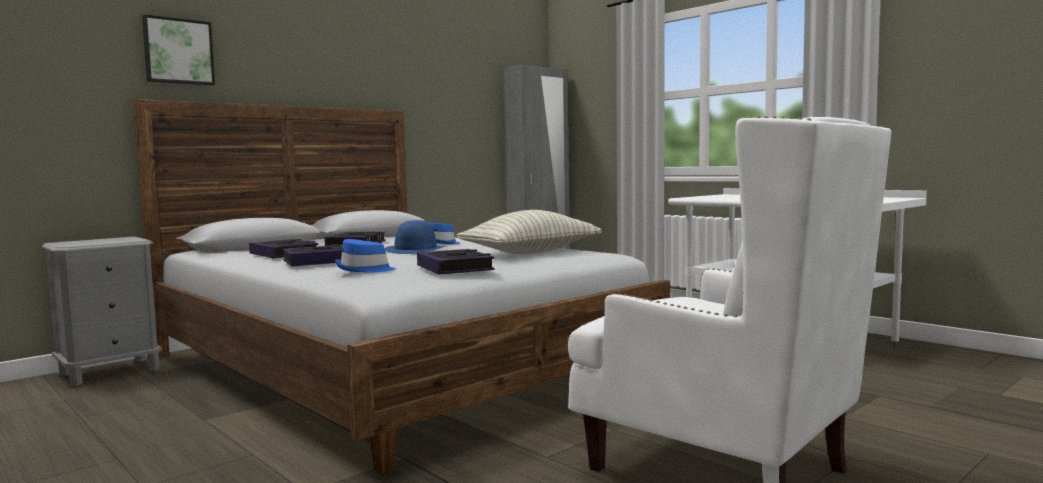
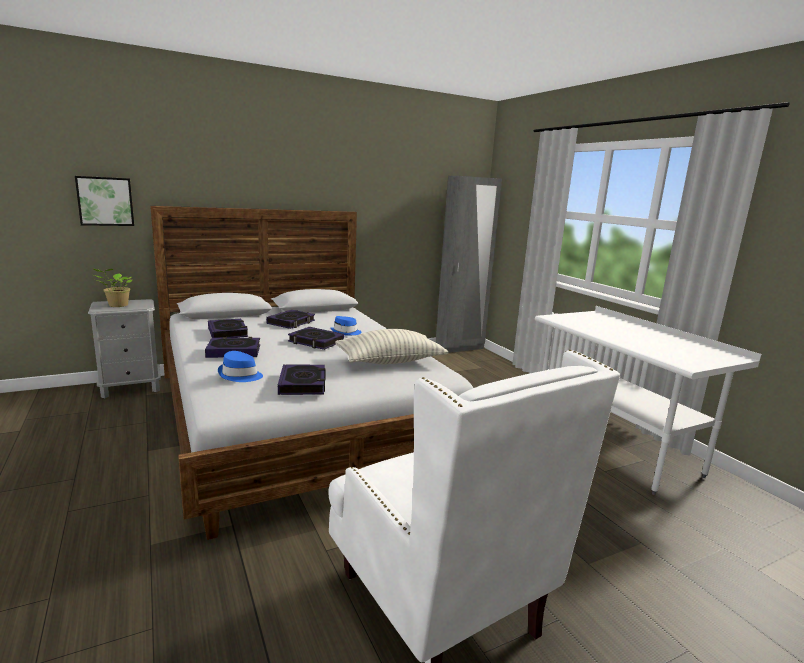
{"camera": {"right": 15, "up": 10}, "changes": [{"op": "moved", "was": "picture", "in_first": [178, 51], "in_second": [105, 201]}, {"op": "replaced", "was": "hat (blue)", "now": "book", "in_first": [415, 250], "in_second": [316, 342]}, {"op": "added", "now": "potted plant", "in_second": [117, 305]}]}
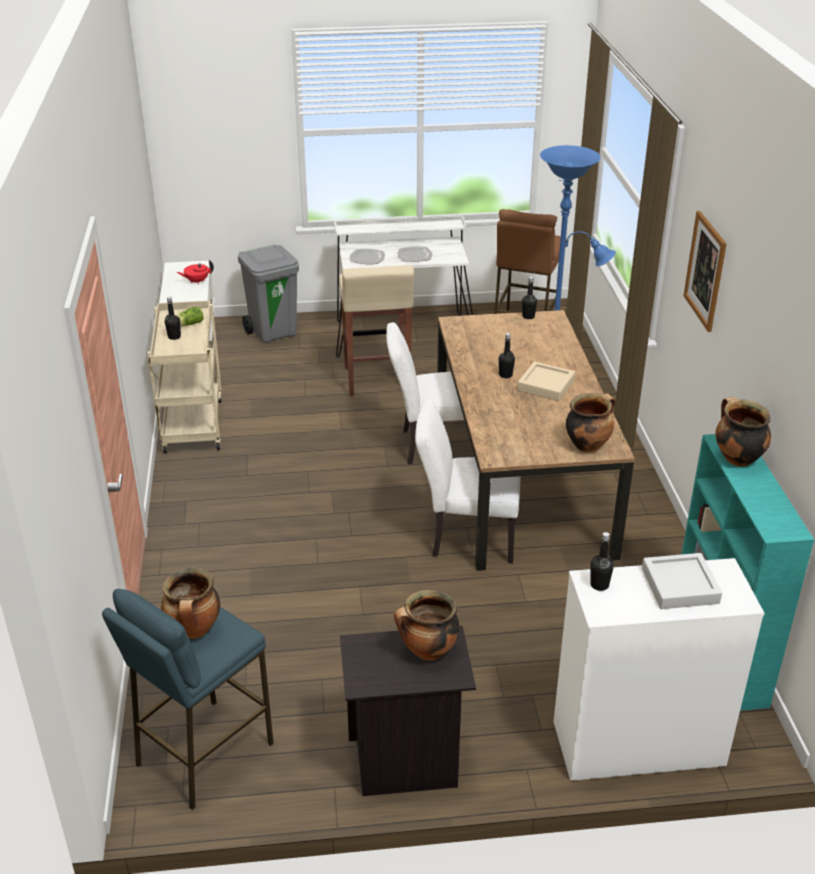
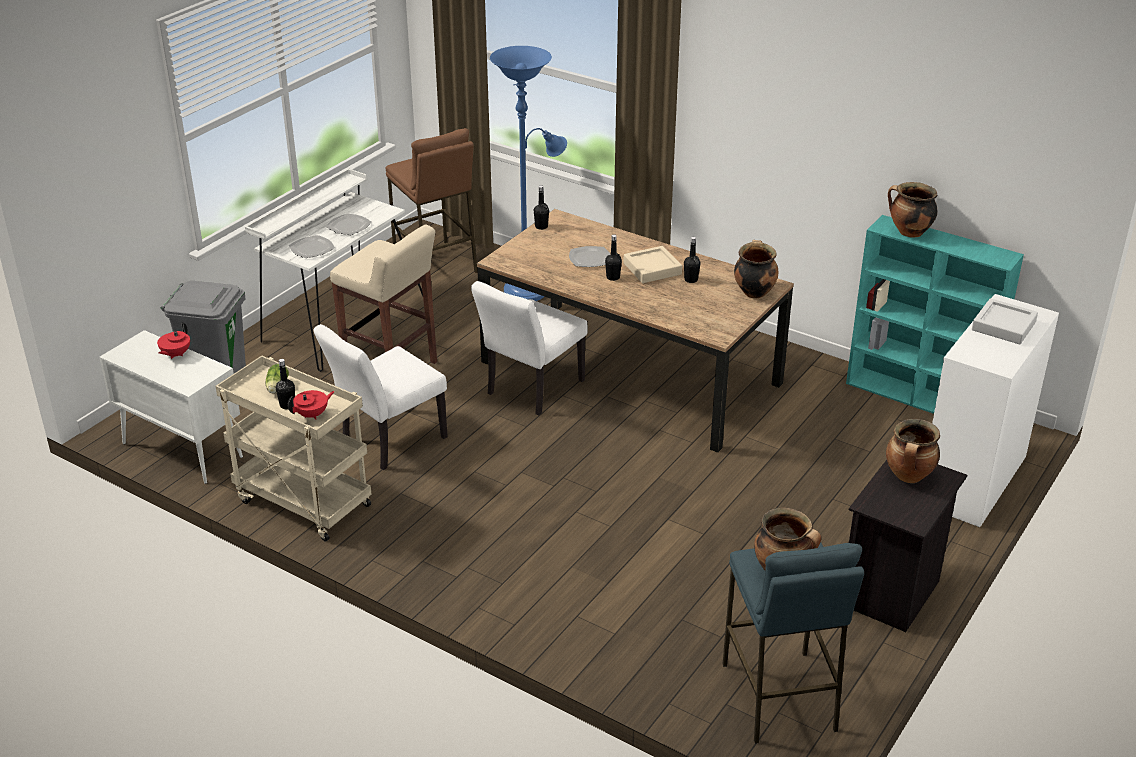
{"camera": {"right": -50, "up": 0}, "changes": [{"op": "moved", "was": "chair (white)", "in_first": [466, 537], "in_second": [387, 442]}, {"op": "moved", "was": "bottle (black)", "in_first": [599, 585], "in_second": [691, 280]}, {"op": "removed", "was": "picture", "in_first": [705, 270]}, {"op": "added", "now": "teapot (red)", "in_second": [312, 415]}, {"op": "added", "now": "plate", "in_second": [589, 258]}]}
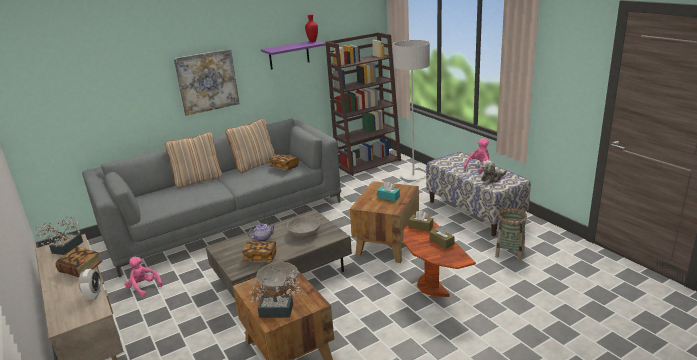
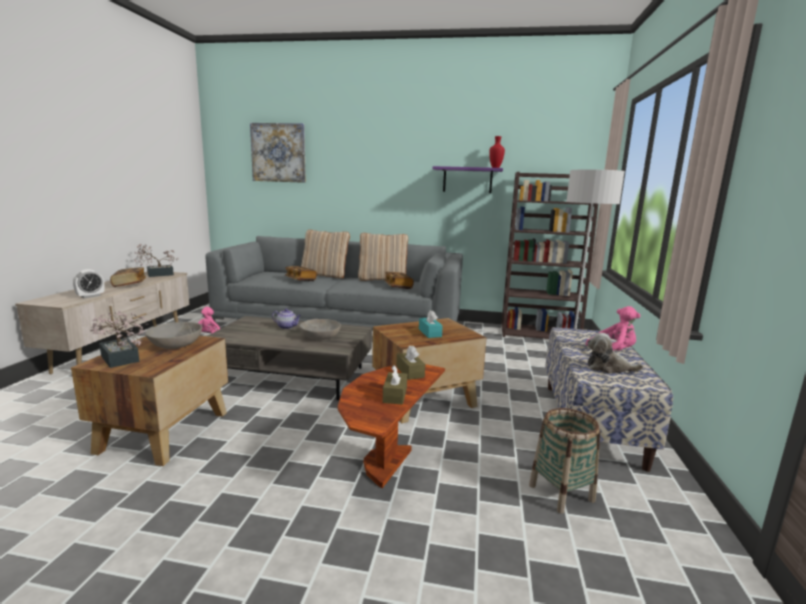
{"camera": {"right": 40, "up": -10}, "changes": [{"op": "moved", "was": "picture", "in_first": [207, 81], "in_second": [278, 153]}, {"op": "moved", "was": "book", "in_first": [260, 258], "in_second": [300, 280]}]}
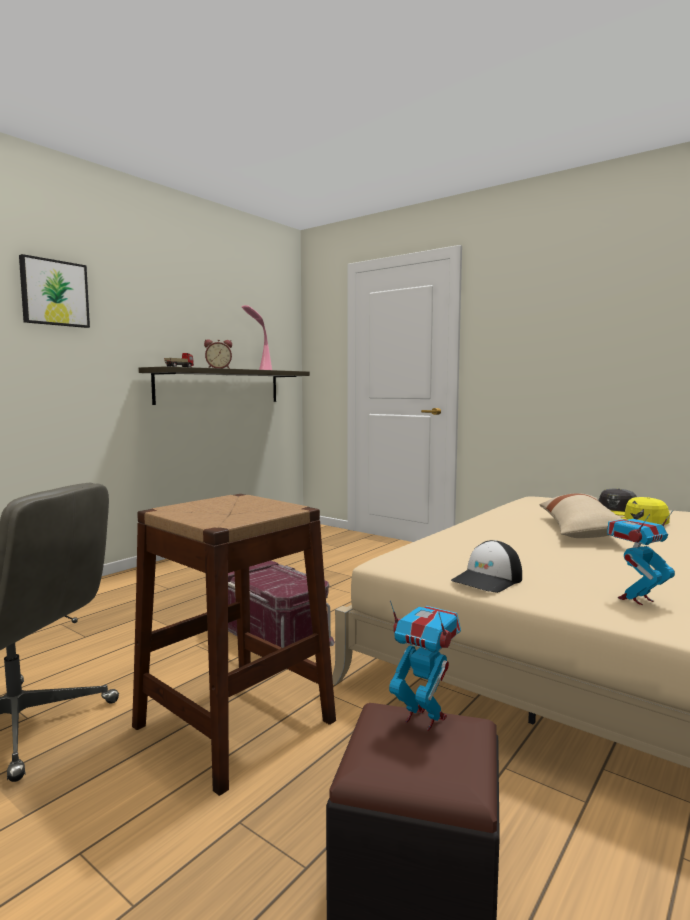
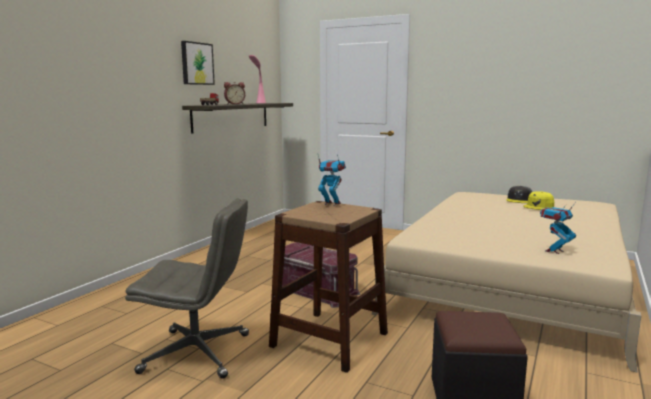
{"camera": {"right": -10, "up": 5}, "changes": [{"op": "moved", "was": "picture", "in_first": [54, 293], "in_second": [196, 63]}, {"op": "moved", "was": "toy robot", "in_first": [424, 718], "in_second": [331, 204]}, {"op": "removed", "was": "cap", "in_first": [488, 580]}, {"op": "removed", "was": "pillow (beige)", "in_first": [579, 529]}]}
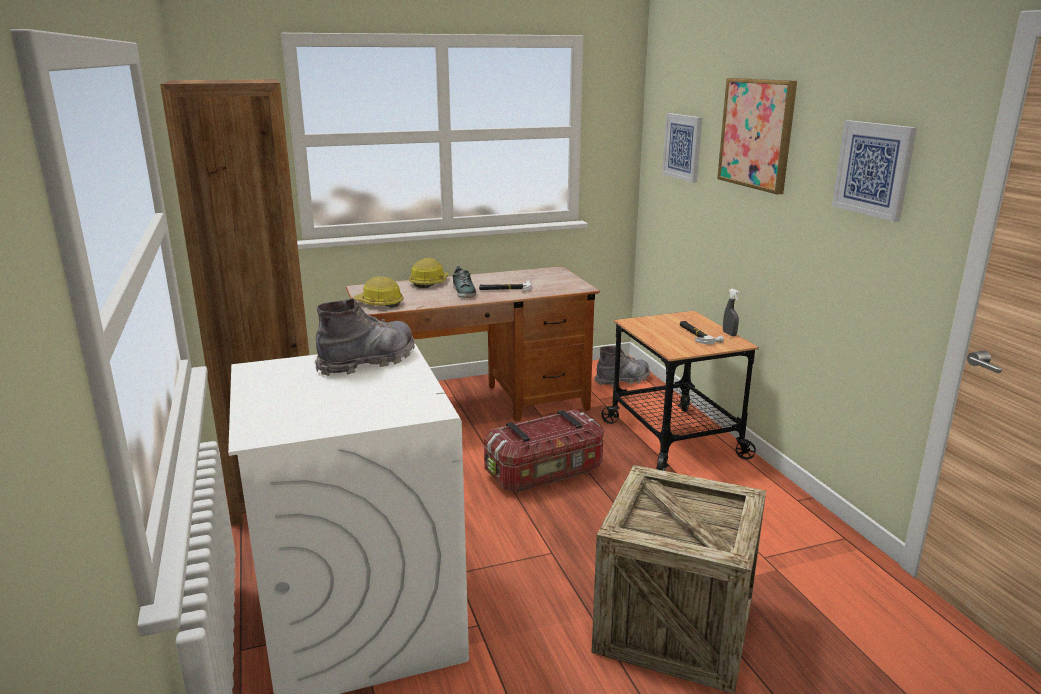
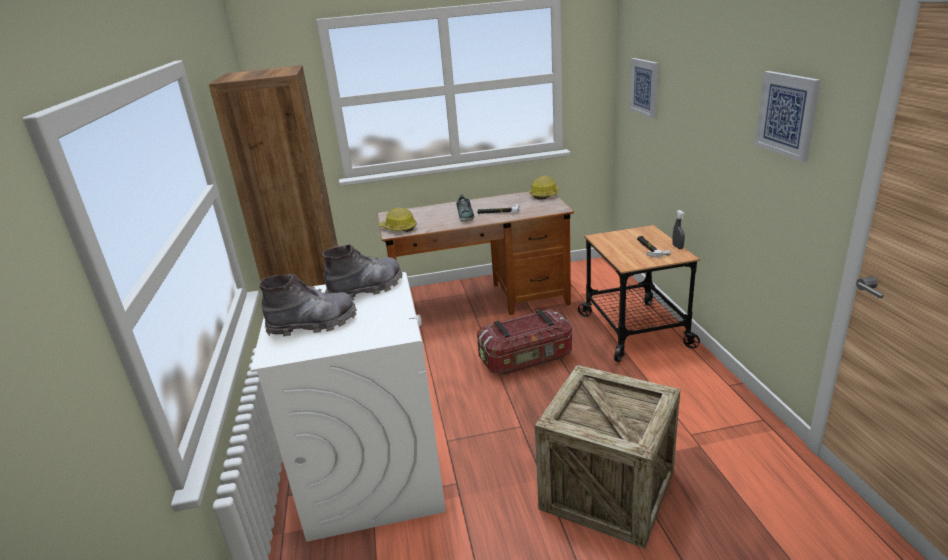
{"camera": {"right": 10, "up": 5}, "changes": [{"op": "moved", "was": "hard hat", "in_first": [429, 282], "in_second": [545, 194]}, {"op": "moved", "was": "boot (grey)", "in_first": [623, 380], "in_second": [313, 324]}, {"op": "removed", "was": "picture", "in_first": [757, 133]}]}
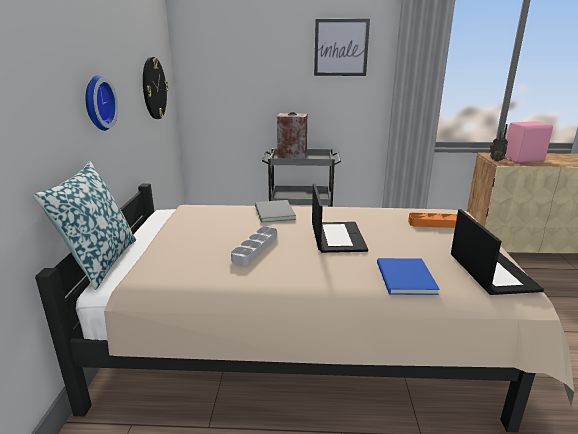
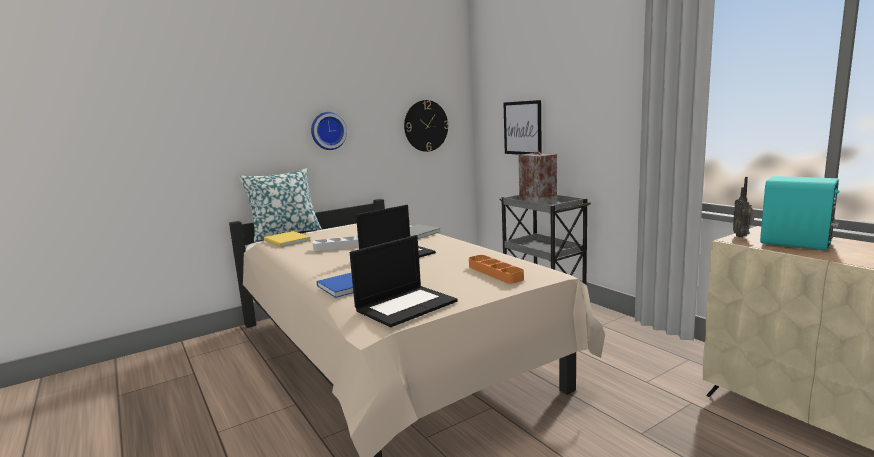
{"camera": {"right": 55, "up": -10}, "changes": [{"op": "moved", "was": "picture", "in_first": [341, 48], "in_second": [522, 128]}, {"op": "recoloured", "was": "speaker (pink)", "now": "speaker (turquoise)", "in_first": [524, 160], "in_second": [796, 244]}, {"op": "added", "now": "book (yellow)", "in_second": [286, 241]}]}
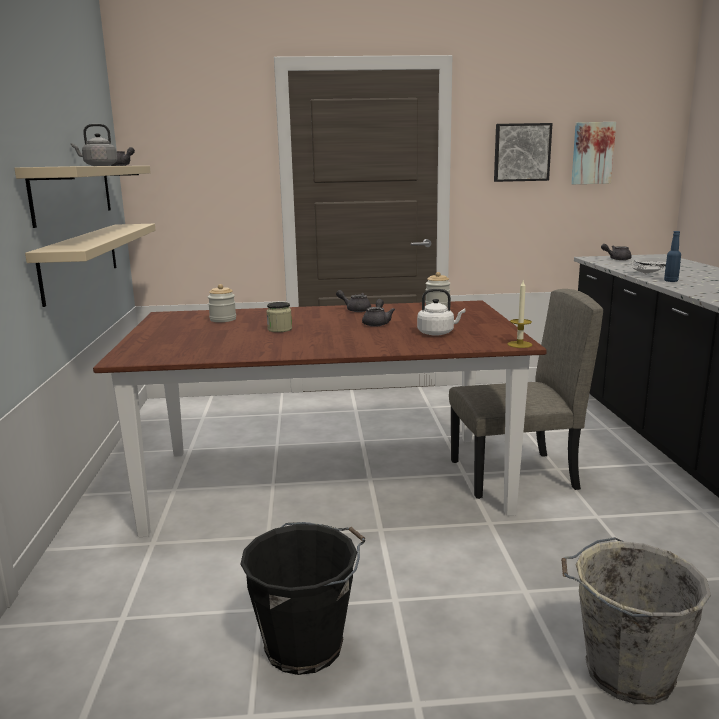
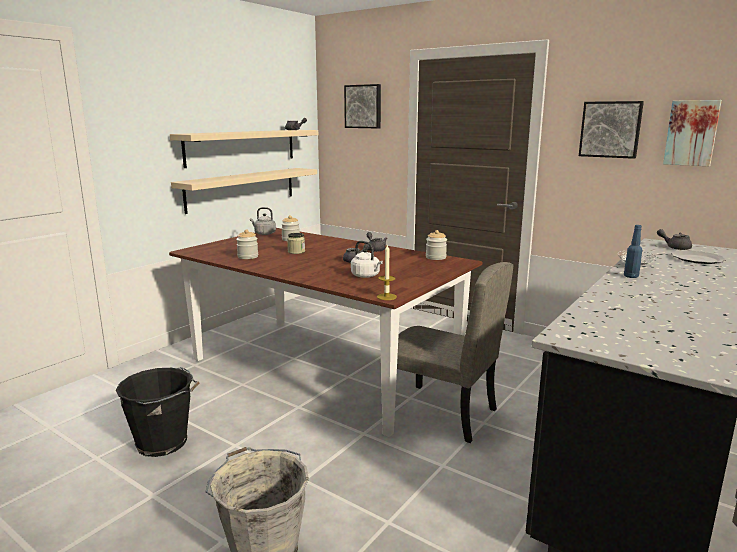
{"camera": {"right": 40, "up": 0}, "changes": [{"op": "moved", "was": "kettle (grey)", "in_first": [98, 166], "in_second": [264, 233]}, {"op": "added", "now": "jar", "in_second": [248, 257]}, {"op": "added", "now": "picture", "in_second": [363, 106]}]}
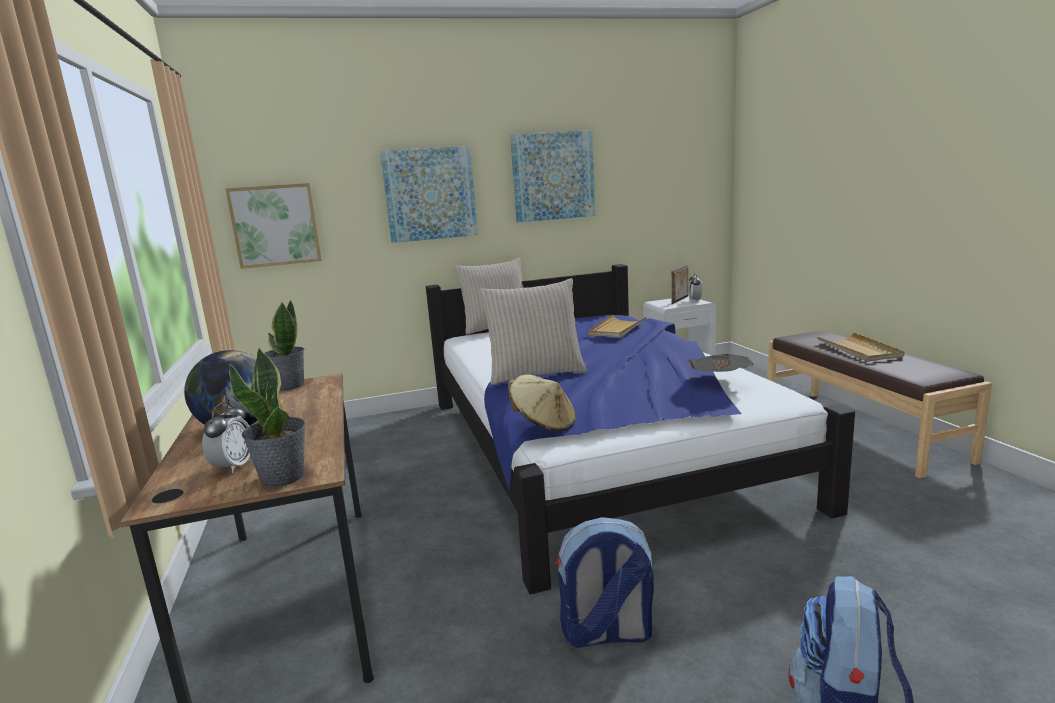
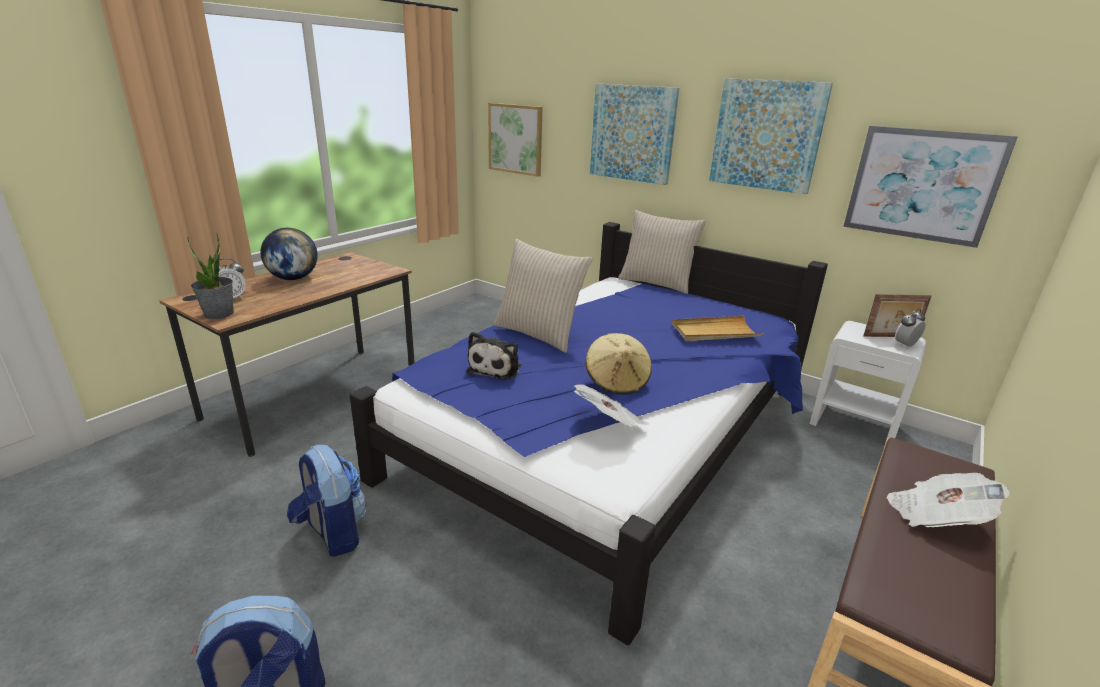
{"camera": {"right": 50, "up": 10}, "changes": [{"op": "removed", "was": "potted plant", "in_first": [289, 386]}, {"op": "moved", "was": "hat (beige)", "in_first": [544, 424], "in_second": [617, 381]}, {"op": "replaced", "was": "tray (beige)", "now": "newspaper", "in_first": [859, 350], "in_second": [936, 517]}, {"op": "added", "now": "plush toy", "in_second": [496, 368]}, {"op": "added", "now": "picture", "in_second": [922, 185]}]}
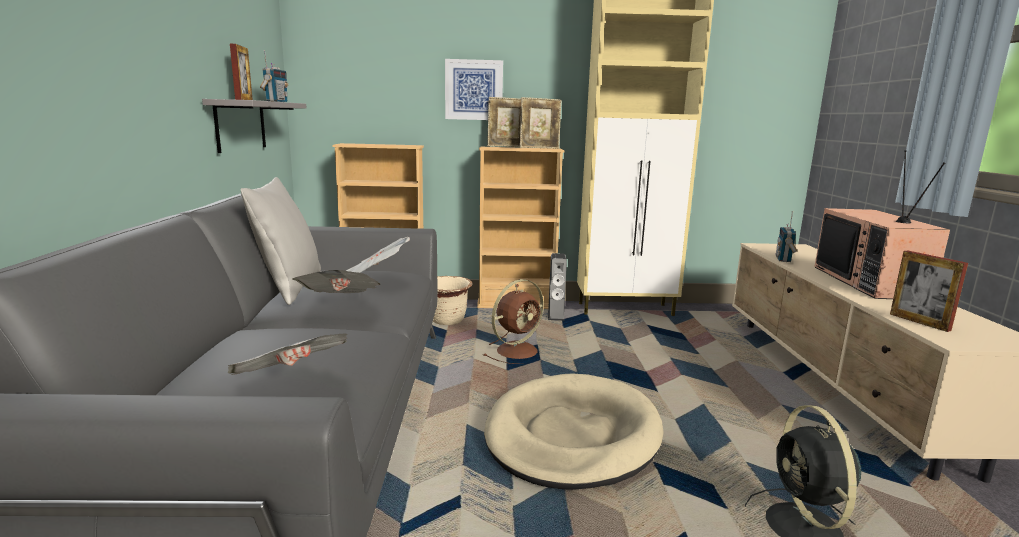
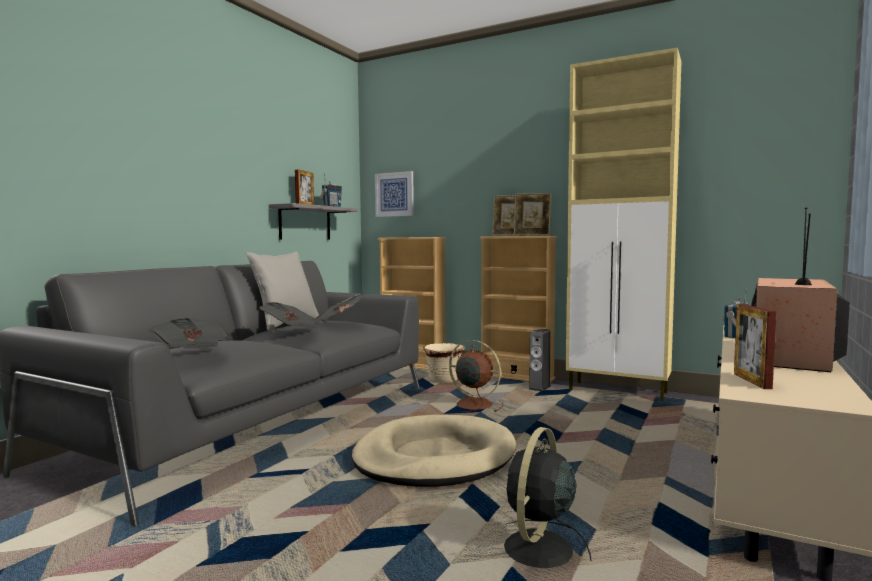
{"camera": {"right": 30, "up": -10}, "changes": [{"op": "moved", "was": "picture", "in_first": [474, 90], "in_second": [394, 194]}, {"op": "turned", "was": "fan (brown)", "in_first": [518, 351], "in_second": [472, 404], "clockwise": -135}]}
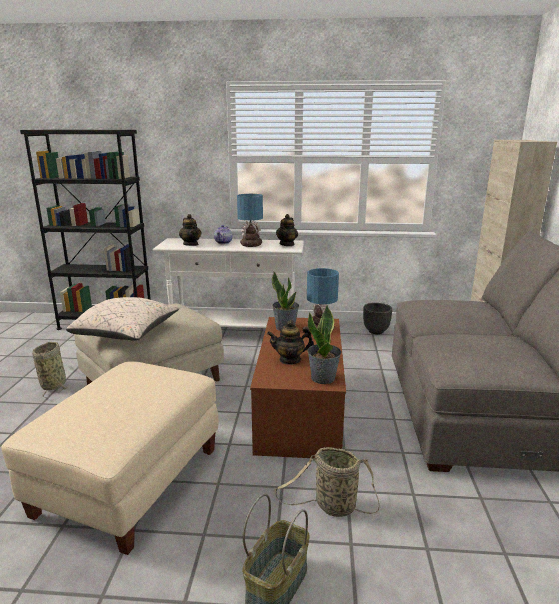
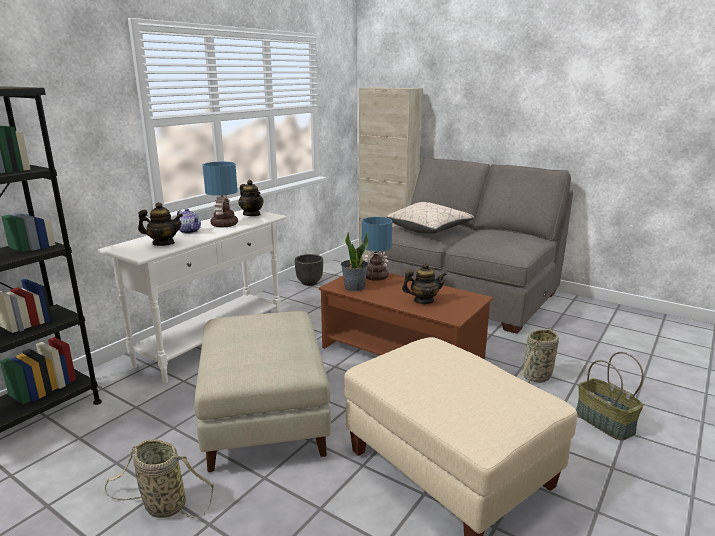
{"camera": {"right": -60, "up": 0}, "changes": [{"op": "moved", "was": "pillow (beige)", "in_first": [127, 333], "in_second": [429, 230]}, {"op": "turned", "was": "teapot", "in_first": [290, 360], "in_second": [423, 301], "clockwise": -120}, {"op": "removed", "was": "potted plant", "in_first": [323, 378]}]}
